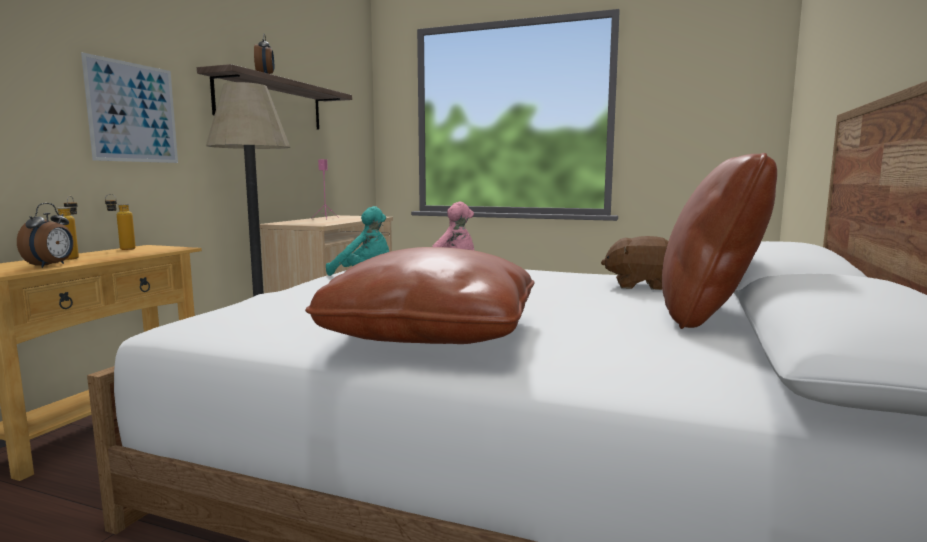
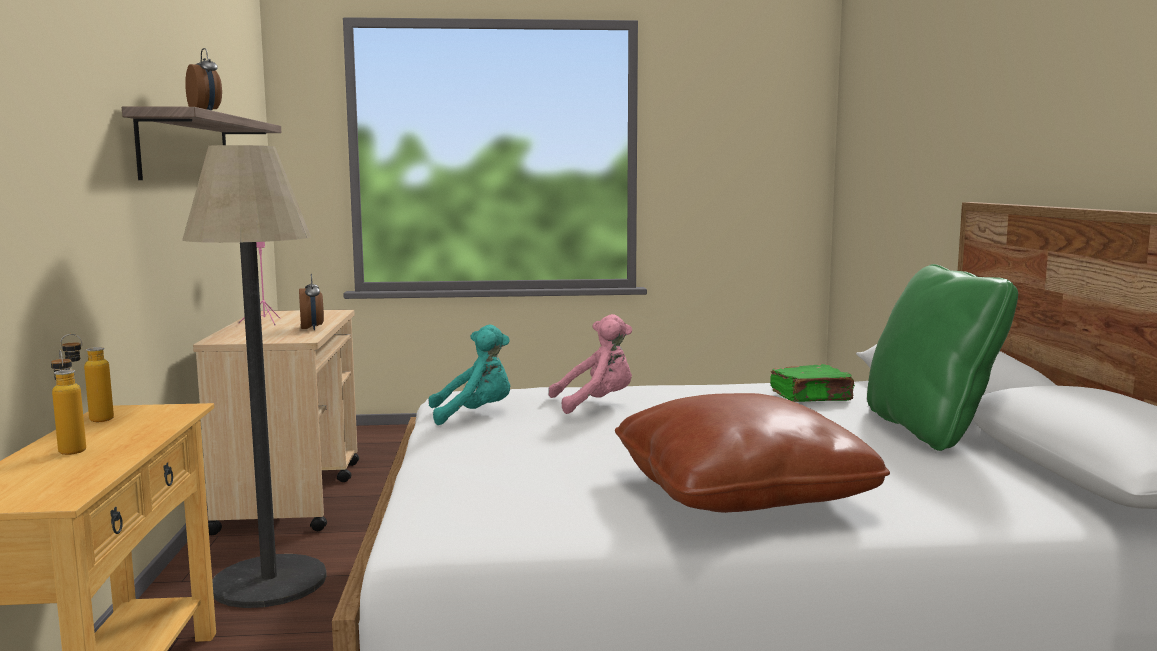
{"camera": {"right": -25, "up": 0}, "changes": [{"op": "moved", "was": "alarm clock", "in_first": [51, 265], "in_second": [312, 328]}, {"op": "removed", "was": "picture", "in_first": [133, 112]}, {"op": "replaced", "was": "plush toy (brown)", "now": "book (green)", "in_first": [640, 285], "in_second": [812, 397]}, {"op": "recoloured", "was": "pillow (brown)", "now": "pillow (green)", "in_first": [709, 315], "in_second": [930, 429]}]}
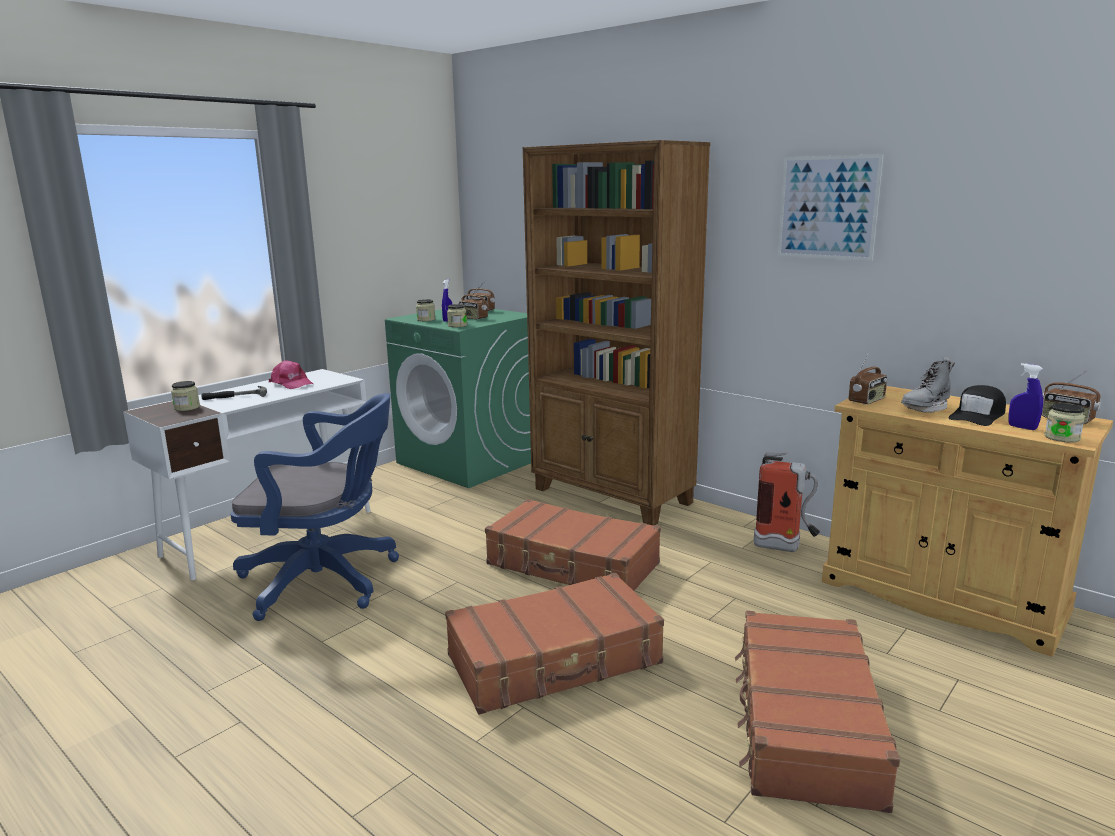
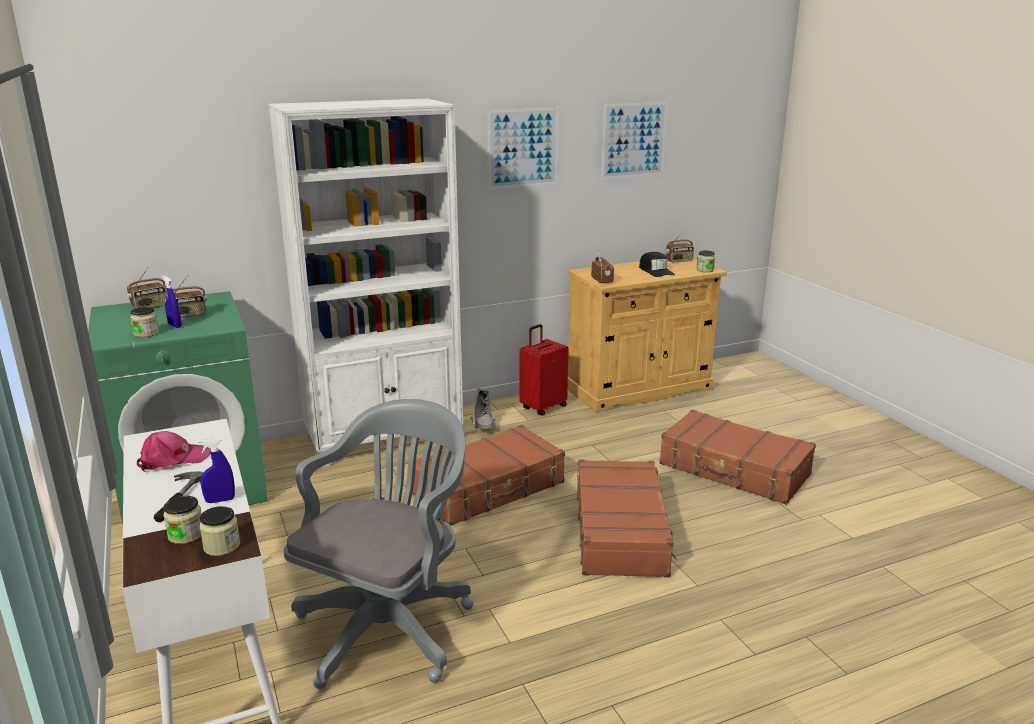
{"camera": {"right": -65, "up": 5}, "changes": [{"op": "recoloured", "was": "office chair (blue)", "now": "office chair (grey)", "in_first": [327, 581], "in_second": [389, 624]}, {"op": "moved", "was": "jar", "in_first": [457, 325], "in_second": [222, 546]}, {"op": "recoloured", "was": "bookcase (brown)", "now": "bookcase (white)", "in_first": [612, 496], "in_second": [385, 439]}, {"op": "replaced", "was": "fire extinguisher", "now": "suitcase (red)", "in_first": [785, 548], "in_second": [543, 407]}, {"op": "moved", "was": "boot (grey)", "in_first": [924, 409], "in_second": [484, 426]}, {"op": "moved", "was": "spray bottle (blue)", "in_first": [1022, 427], "in_second": [220, 500]}, {"op": "added", "now": "picture", "in_second": [634, 140]}]}
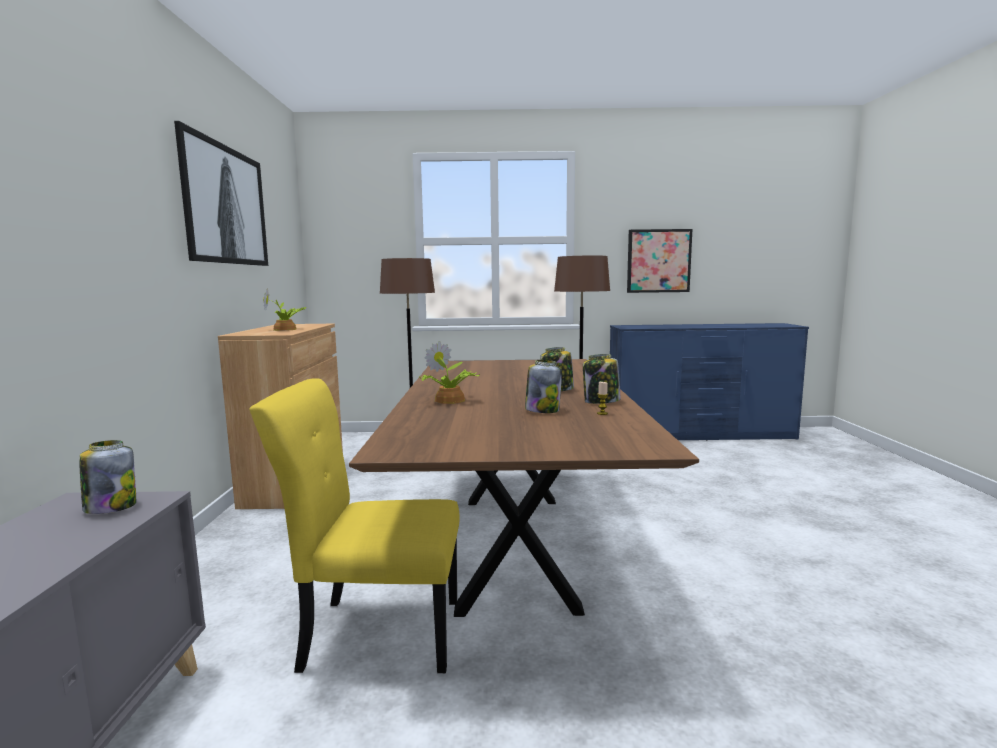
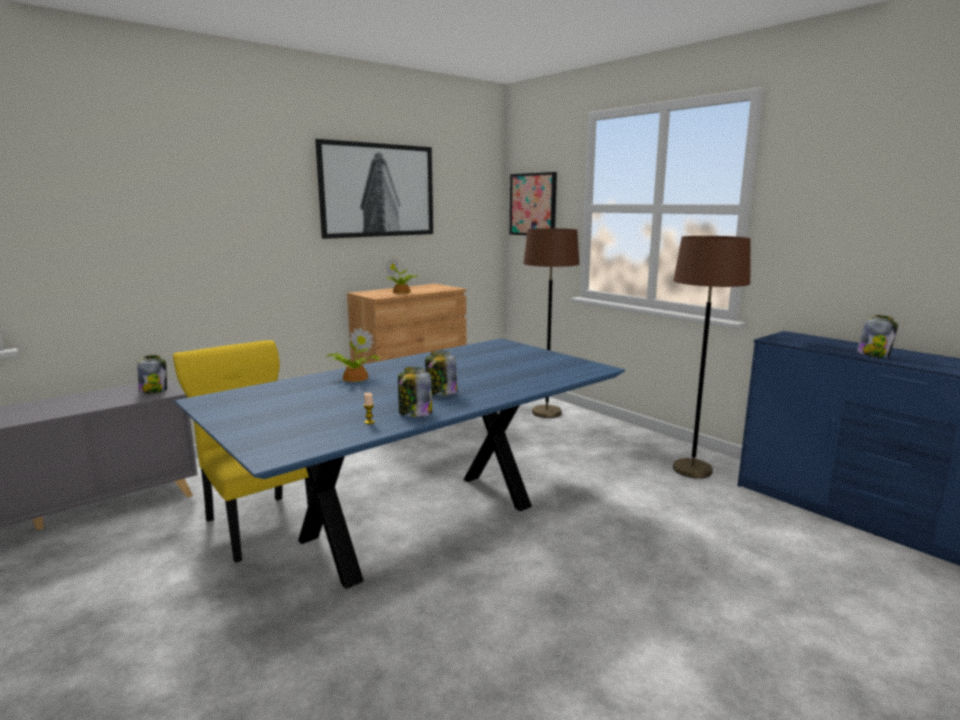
{"camera": {"right": 50, "up": 5}, "changes": [{"op": "recoloured", "was": "dining table (brown)", "now": "dining table (blue)", "in_first": [514, 544], "in_second": [422, 522]}, {"op": "moved", "was": "jar", "in_first": [542, 410], "in_second": [873, 355]}, {"op": "moved", "was": "picture", "in_first": [658, 261], "in_second": [533, 204]}]}
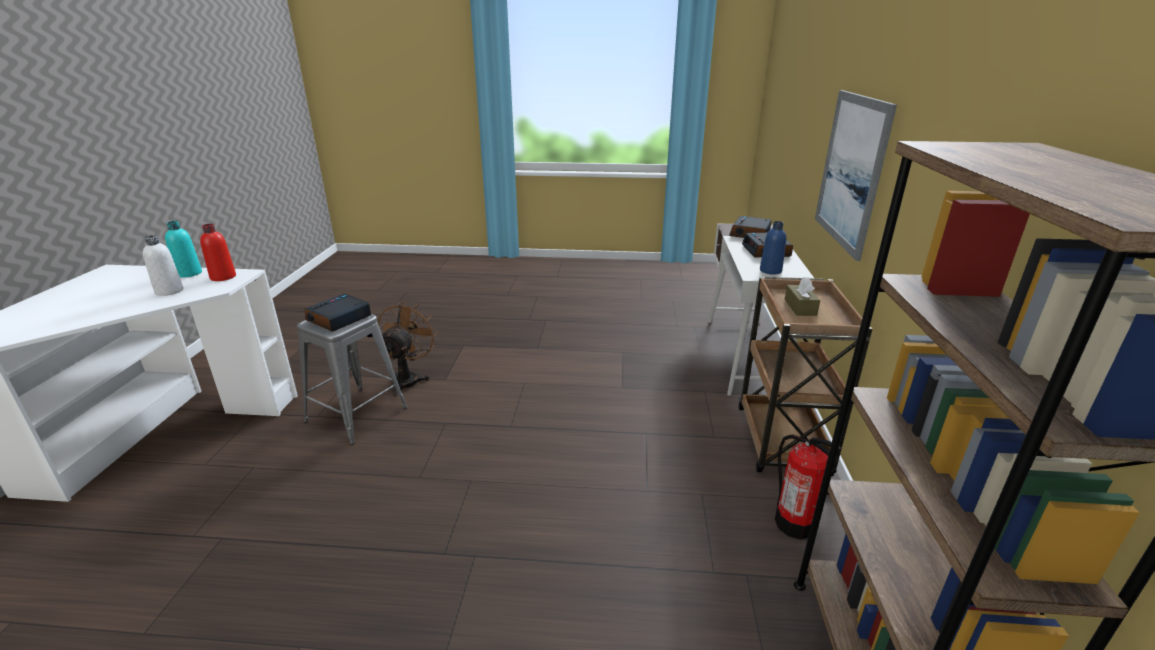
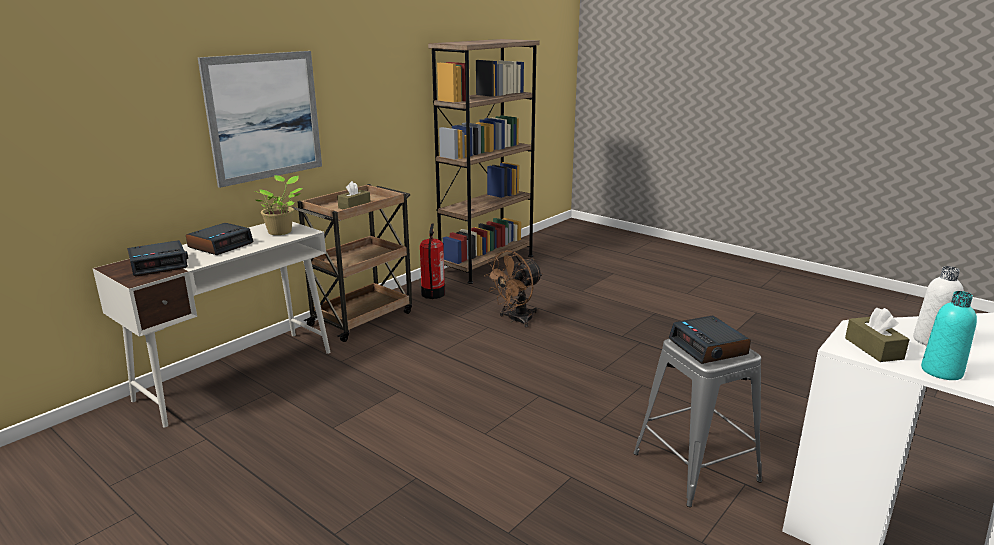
{"camera": {"right": -145, "up": -5}, "changes": [{"op": "replaced", "was": "bottle (red)", "now": "tissue box (brown)", "in_first": [223, 277], "in_second": [873, 348]}, {"op": "turned", "was": "alarm clock", "in_first": [338, 319], "in_second": [708, 347], "clockwise": 90}, {"op": "moved", "was": "fan (brown)", "in_first": [409, 379], "in_second": [515, 320]}, {"op": "replaced", "was": "bottle (blue)", "now": "potted plant", "in_first": [770, 271], "in_second": [281, 231]}]}
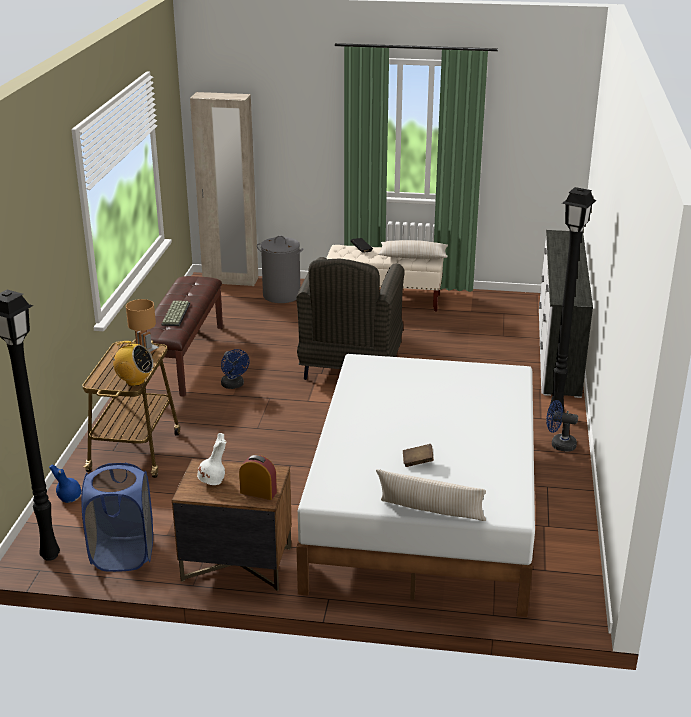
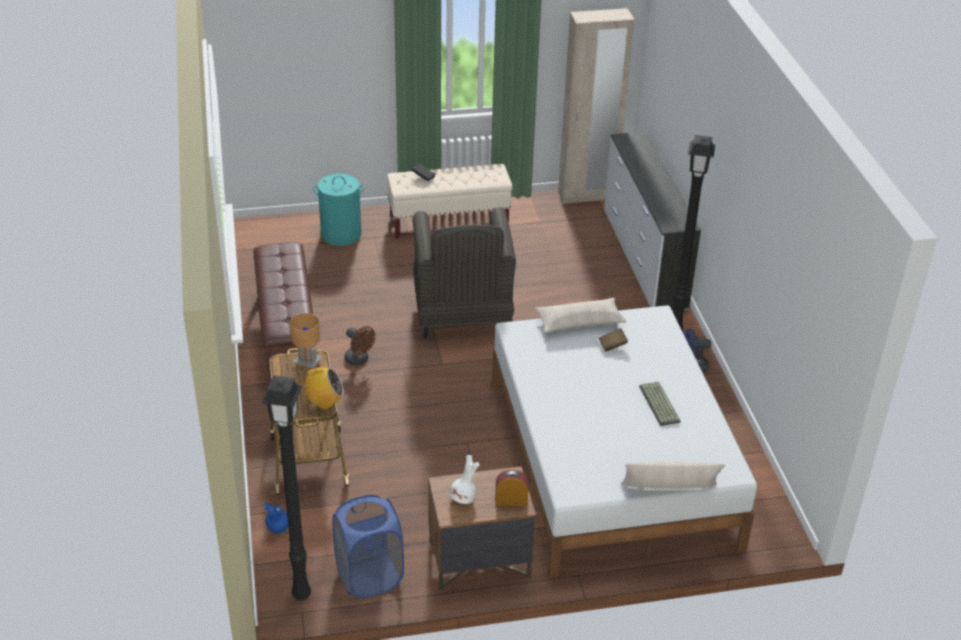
{"camera": {"right": -20, "up": 10}, "changes": [{"op": "moved", "was": "keyboard", "in_first": [175, 314], "in_second": [658, 404]}, {"op": "moved", "was": "wardrobe (beige)", "in_first": [230, 280], "in_second": [587, 196]}, {"op": "recoloured", "was": "fan (blue)", "now": "fan (brown)", "in_first": [234, 385], "in_second": [359, 360]}, {"op": "recoloured", "was": "laundry basket (grey)", "now": "laundry basket (turquoise)", "in_first": [281, 295], "in_second": [340, 234]}, {"op": "moved", "was": "pillow (beige)", "in_first": [413, 257], "in_second": [579, 322]}, {"op": "moved", "was": "book (brown)", "in_first": [417, 462], "in_second": [612, 345]}]}
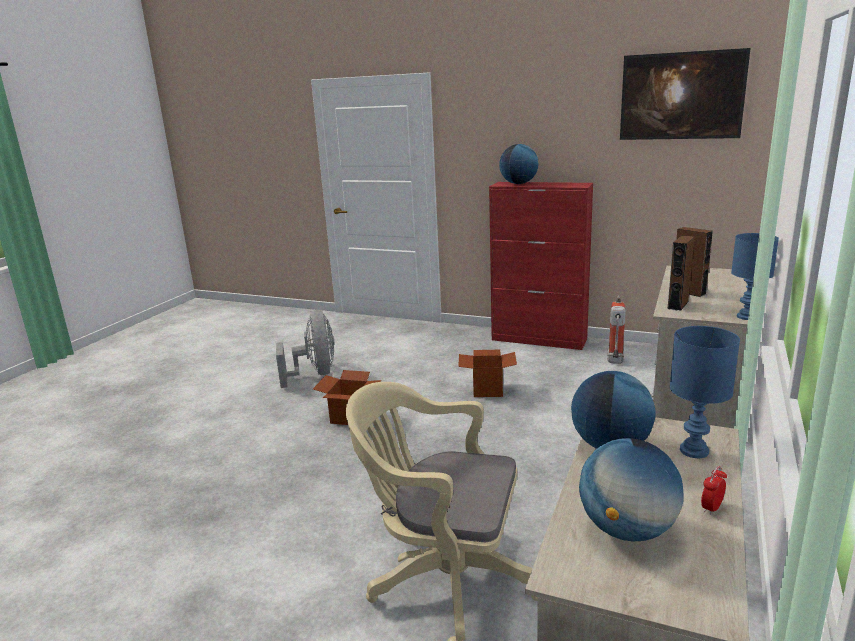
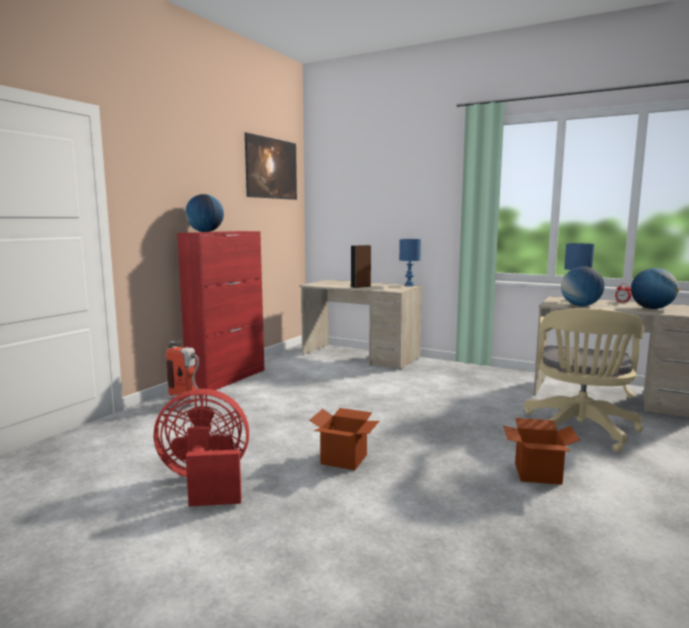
{"camera": {"right": -85, "up": -10}, "changes": [{"op": "recoloured", "was": "fan (grey)", "now": "fan (red)", "in_first": [315, 374], "in_second": [206, 483]}, {"op": "moved", "was": "cardboard box", "in_first": [488, 390], "in_second": [537, 474]}, {"op": "moved", "was": "fire extinguisher", "in_first": [615, 361], "in_second": [187, 405]}, {"op": "removed", "was": "speaker (brown)", "in_first": [678, 305]}]}
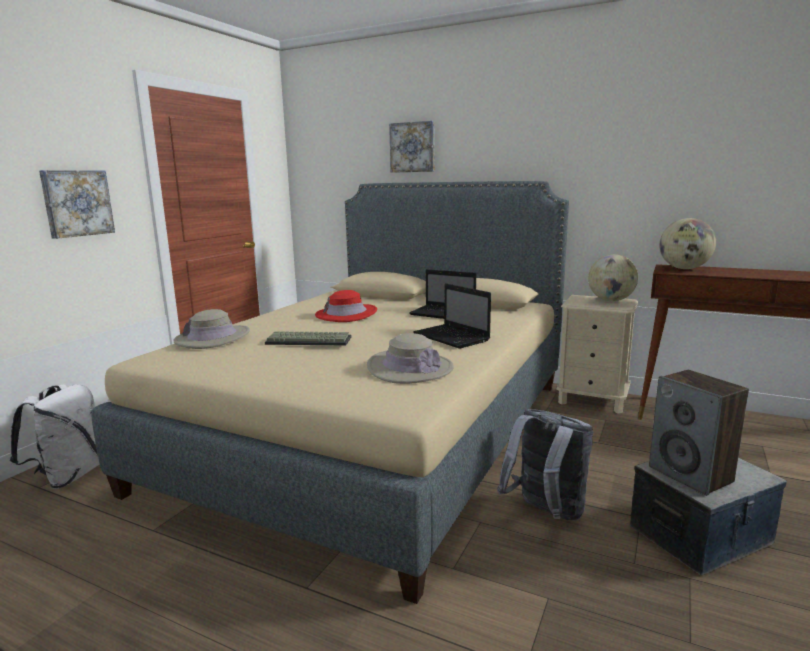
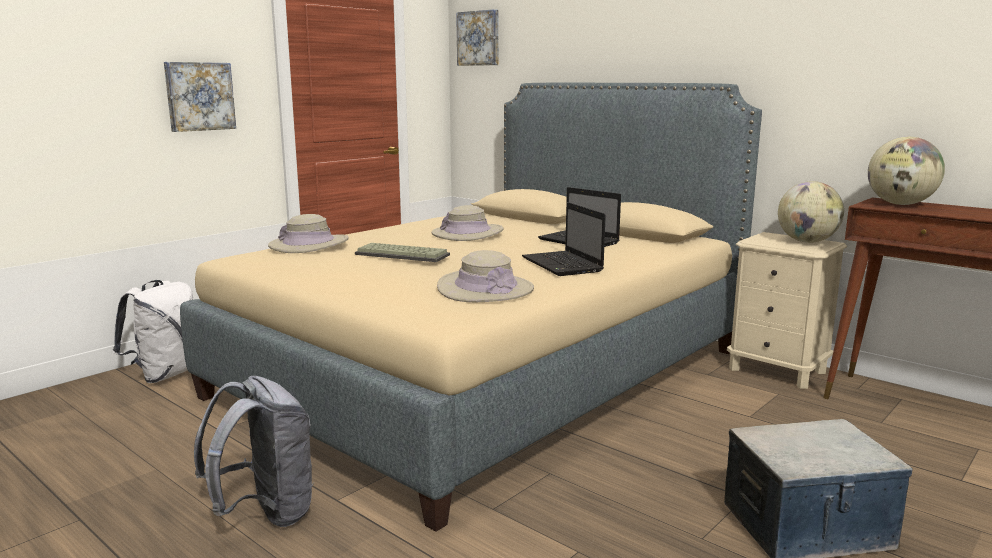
{"camera": {"right": 15, "up": 0}, "changes": [{"op": "recoloured", "was": "hat (red)", "now": "hat (beige)", "in_first": [346, 314], "in_second": [467, 234]}, {"op": "moved", "was": "picture", "in_first": [413, 147], "in_second": [479, 38]}, {"op": "moved", "was": "backpack (grey)", "in_first": [545, 513], "in_second": [265, 513]}, {"op": "removed", "was": "speaker", "in_first": [691, 475]}]}
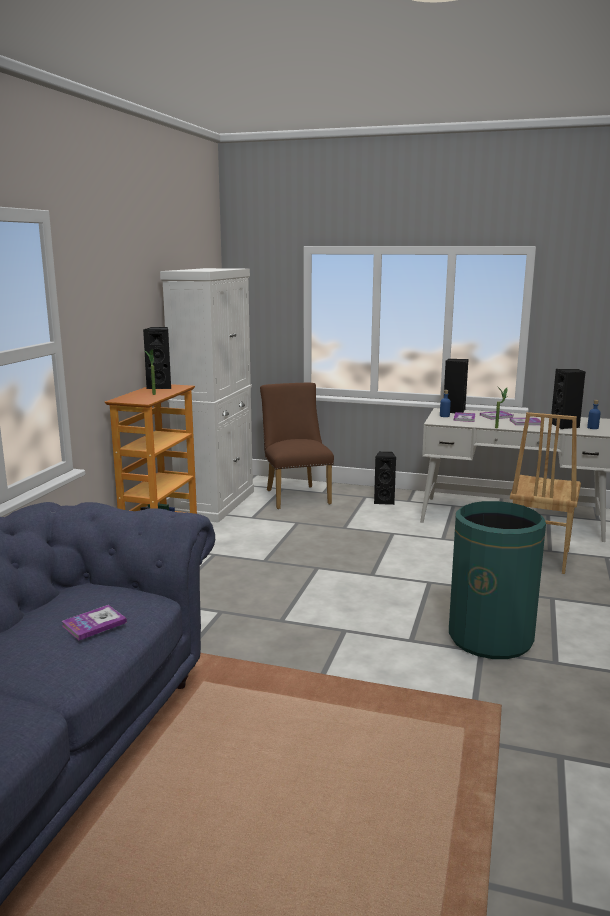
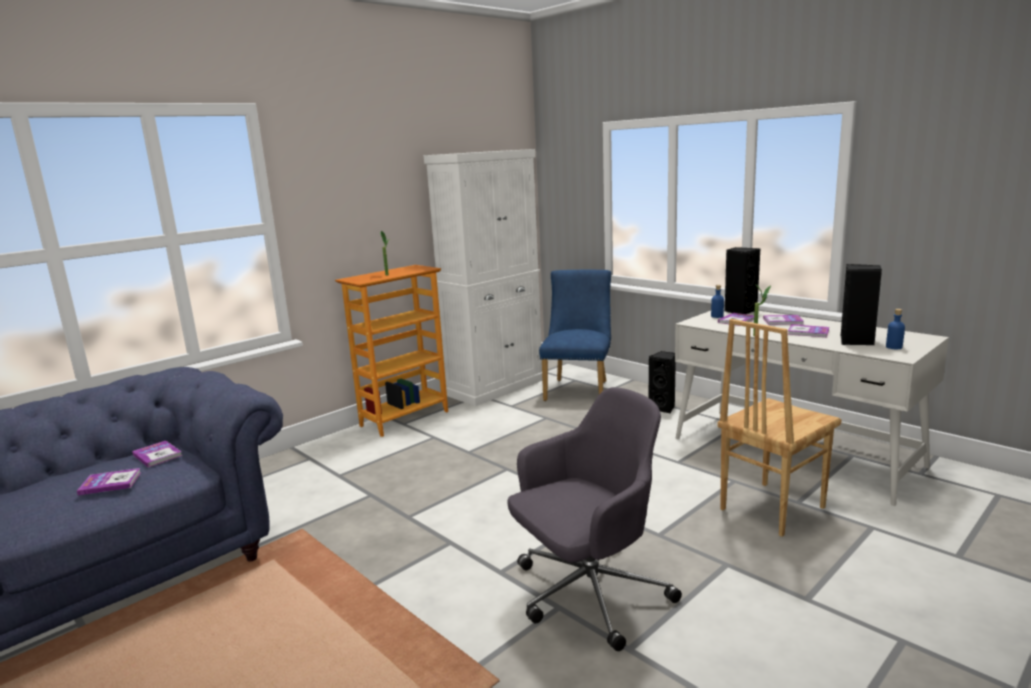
{"camera": {"right": 30, "up": 0}, "changes": [{"op": "removed", "was": "speaker (black)", "in_first": [161, 387]}, {"op": "recoloured", "was": "chair (brown)", "now": "chair (blue)", "in_first": [296, 495], "in_second": [579, 389]}, {"op": "replaced", "was": "trash can (green)", "now": "office chair (grey)", "in_first": [490, 638], "in_second": [588, 594]}, {"op": "added", "now": "book", "in_second": [157, 455]}]}
